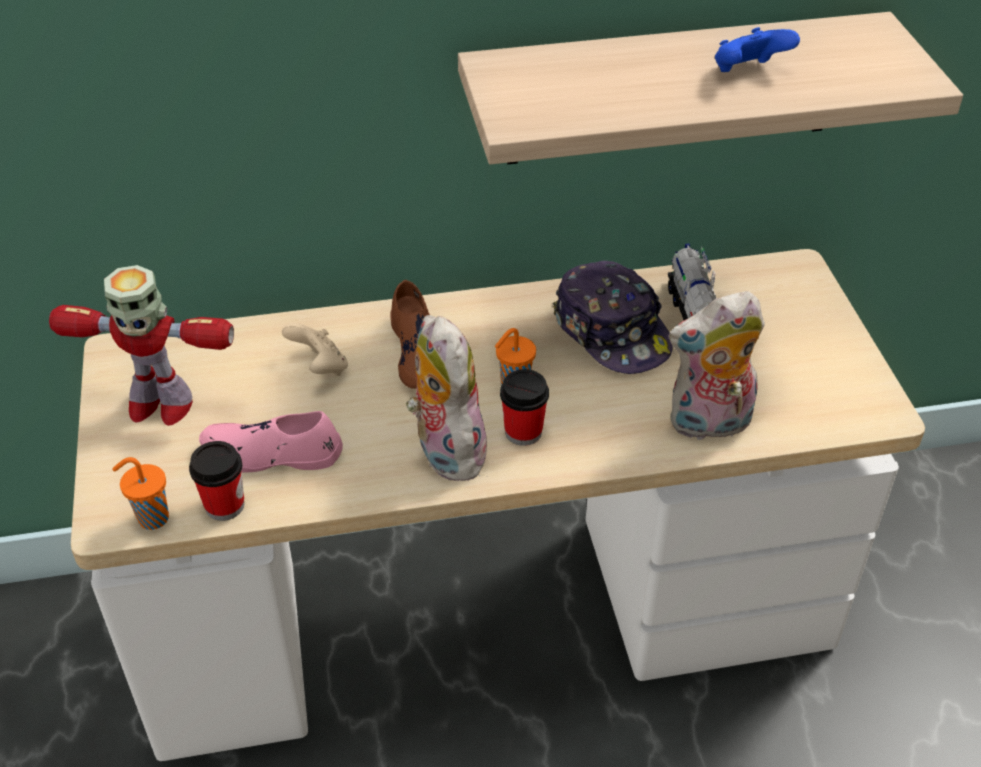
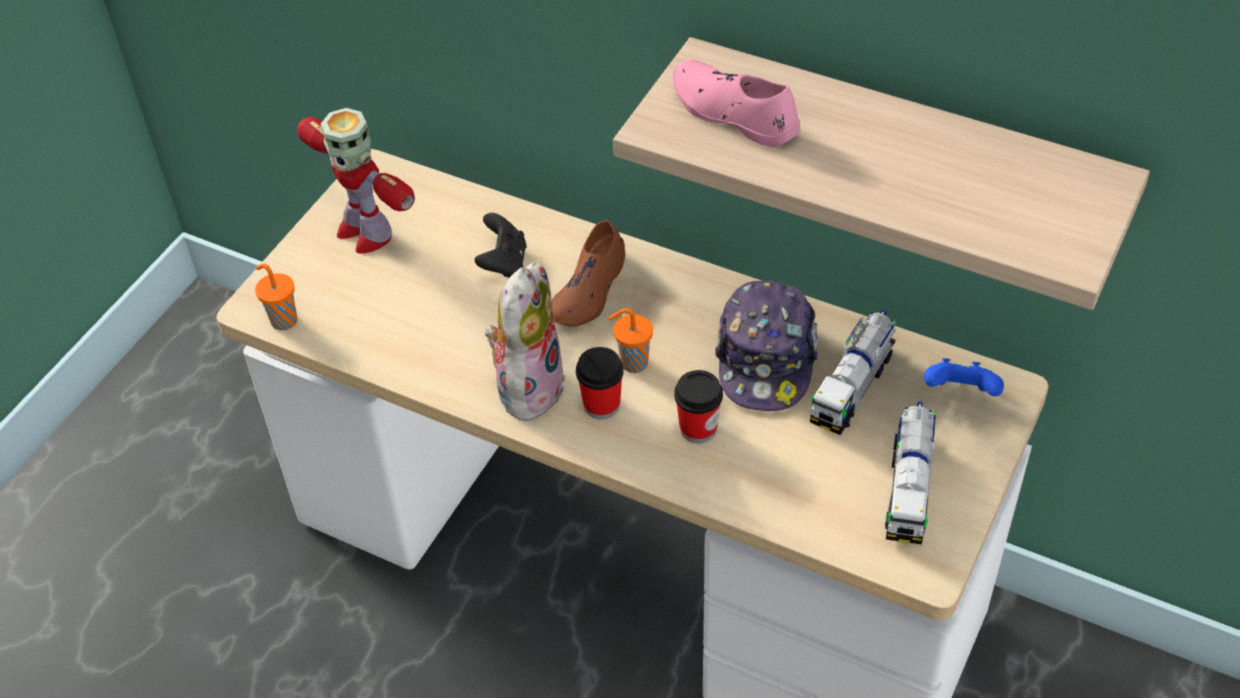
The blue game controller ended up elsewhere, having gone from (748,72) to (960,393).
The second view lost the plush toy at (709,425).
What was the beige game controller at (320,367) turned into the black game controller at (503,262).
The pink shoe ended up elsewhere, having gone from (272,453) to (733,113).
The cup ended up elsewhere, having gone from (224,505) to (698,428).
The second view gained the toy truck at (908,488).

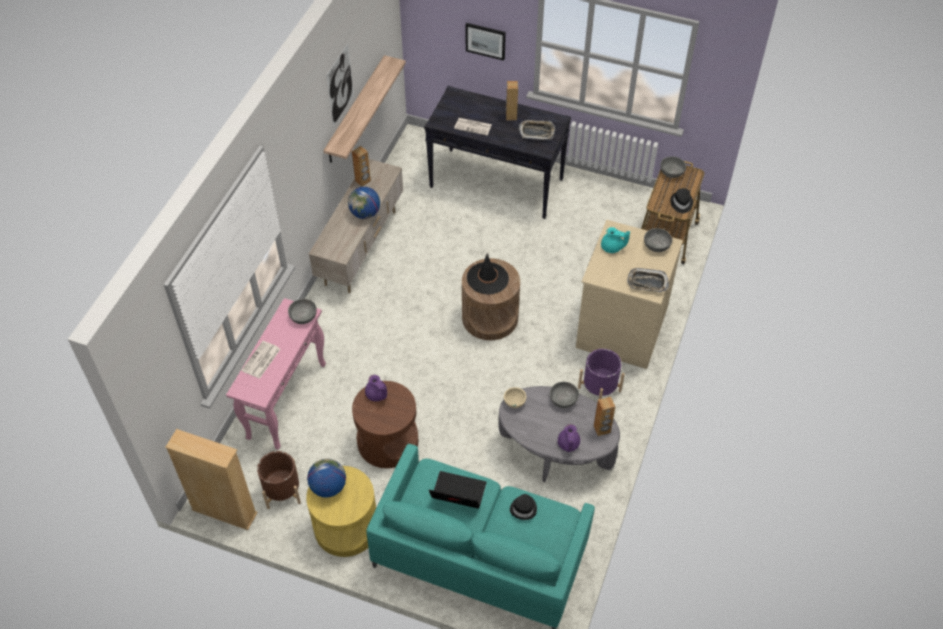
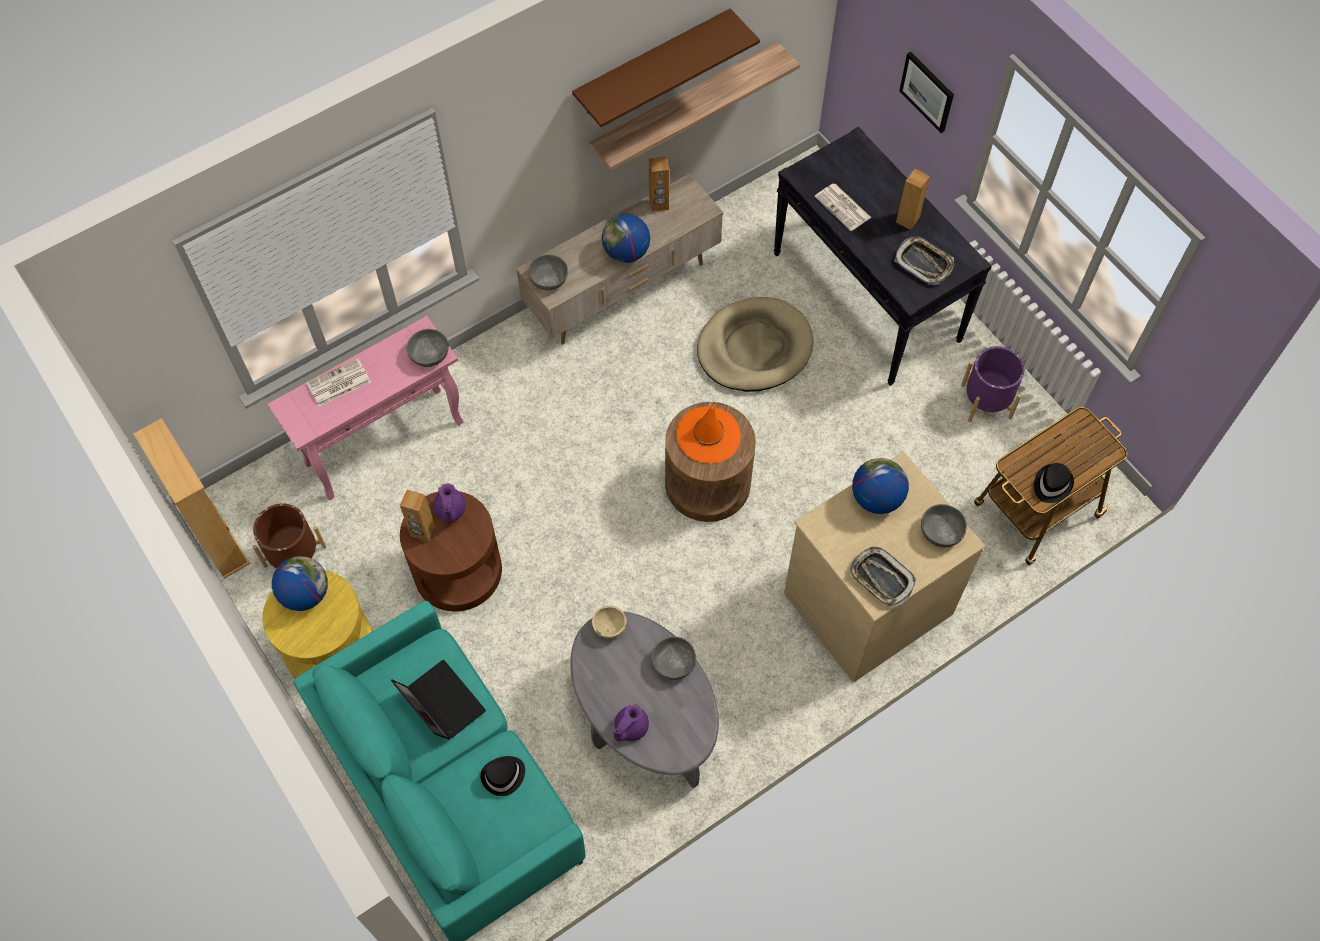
Where the picture hung at (340,85), the brown shelf came to hang at (652,63).
The grey bowl ended up elsewhere, having gone from (671,172) to (549,279).
Where the turquoise teapot stood at (612,247), the globe came to stand at (876,498).
What was the black hat at (487,278) turned into the orange hat at (708,435).
The purple planter ended up elsewhere, having gone from (599,389) to (986,401).
The brown speaker ended up elsewhere, having gone from (602,429) to (422,531).
The second view gained the beige dog bed at (754,348).

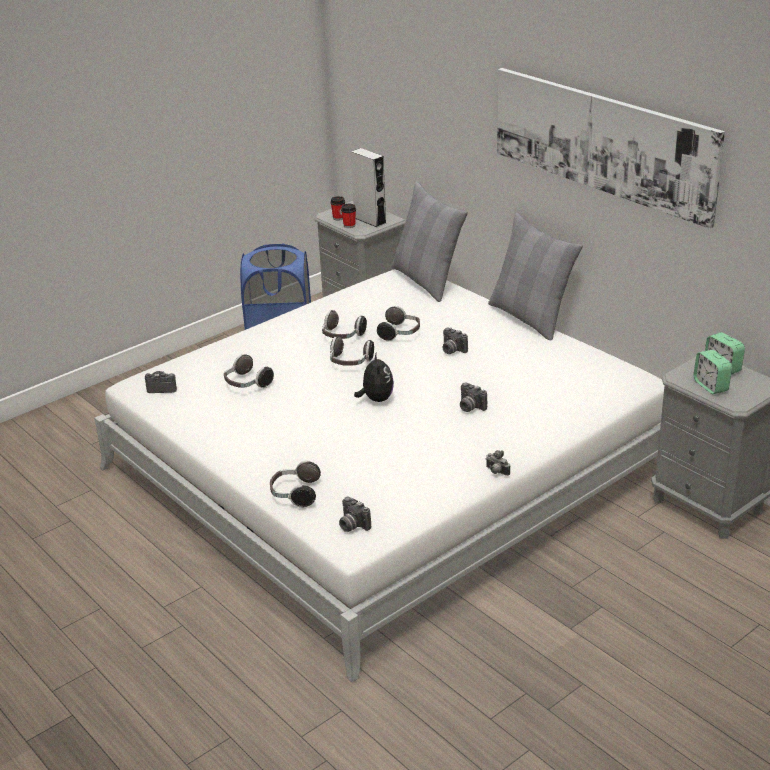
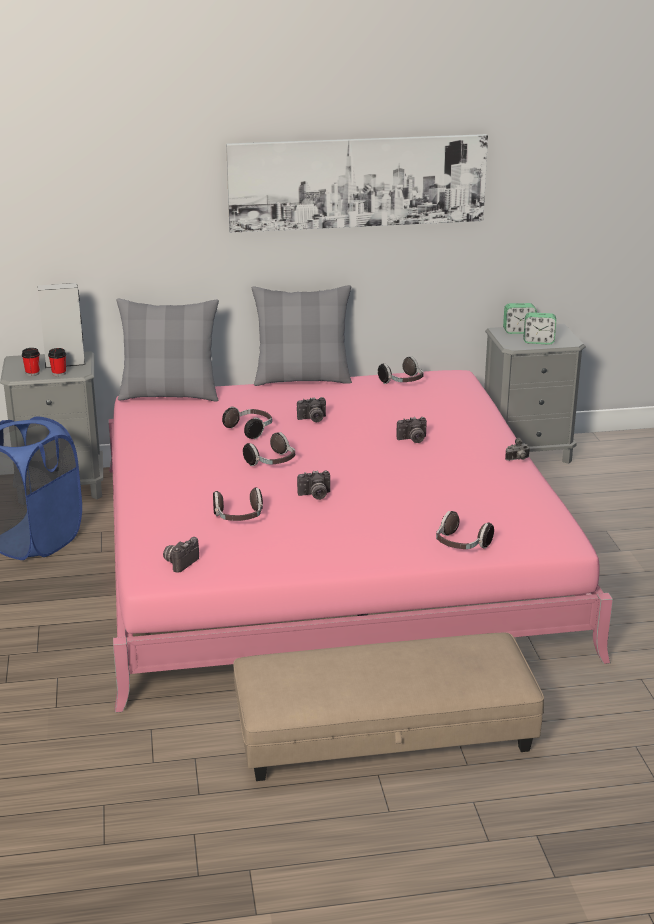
What was the white bed at (387,468) turned into the pink bed at (326,554).
The headphones ended up elsewhere, having gone from (342,336) to (403,382).
The second view lost the plush toy at (376,399).
The photo camera ended up elsewhere, having gone from (352,525) to (315,496).
The second view gained the beige ottoman at (384,733).

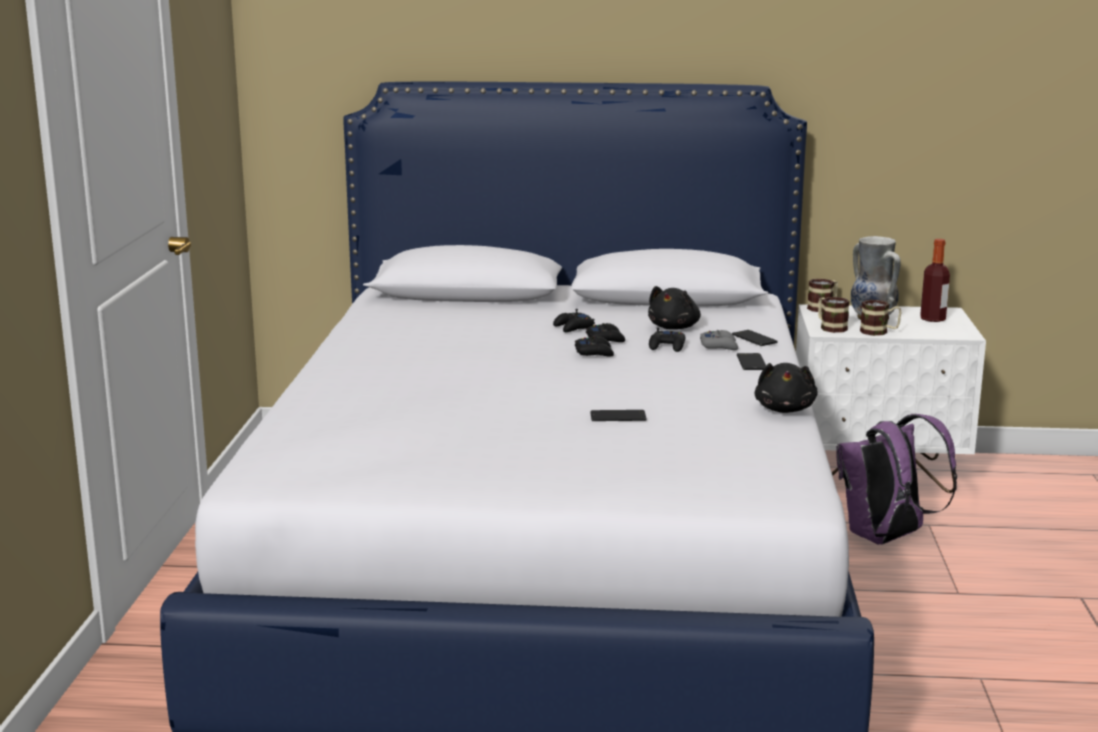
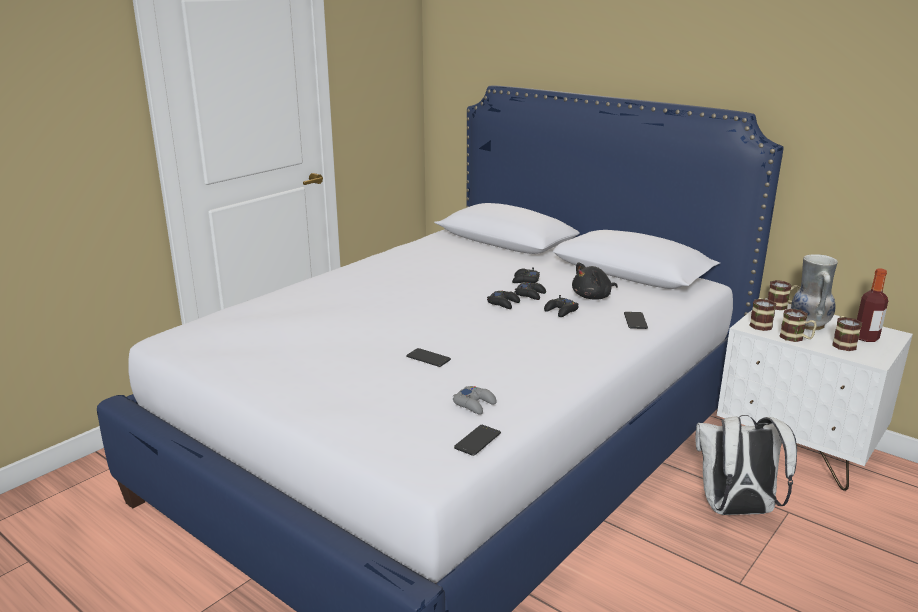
The grey game controller ended up elsewhere, having gone from (719,346) to (474,404).
The phone ended up elsewhere, having gone from (751,362) to (477,440).
The second view lost the black plush toy at (785,409).
What was the purple backpack at (885,538) turned into the white backpack at (735,510).
The second view gained the mug at (842,343).

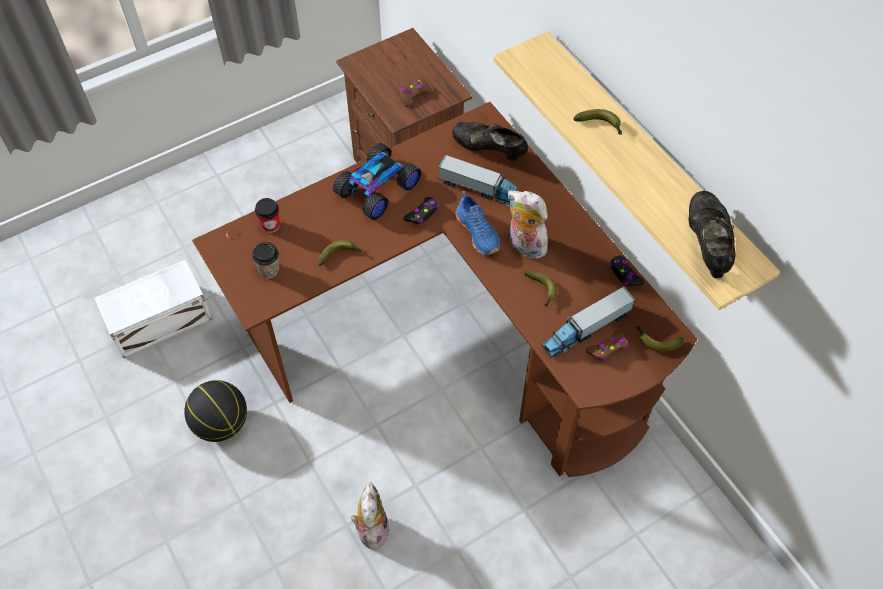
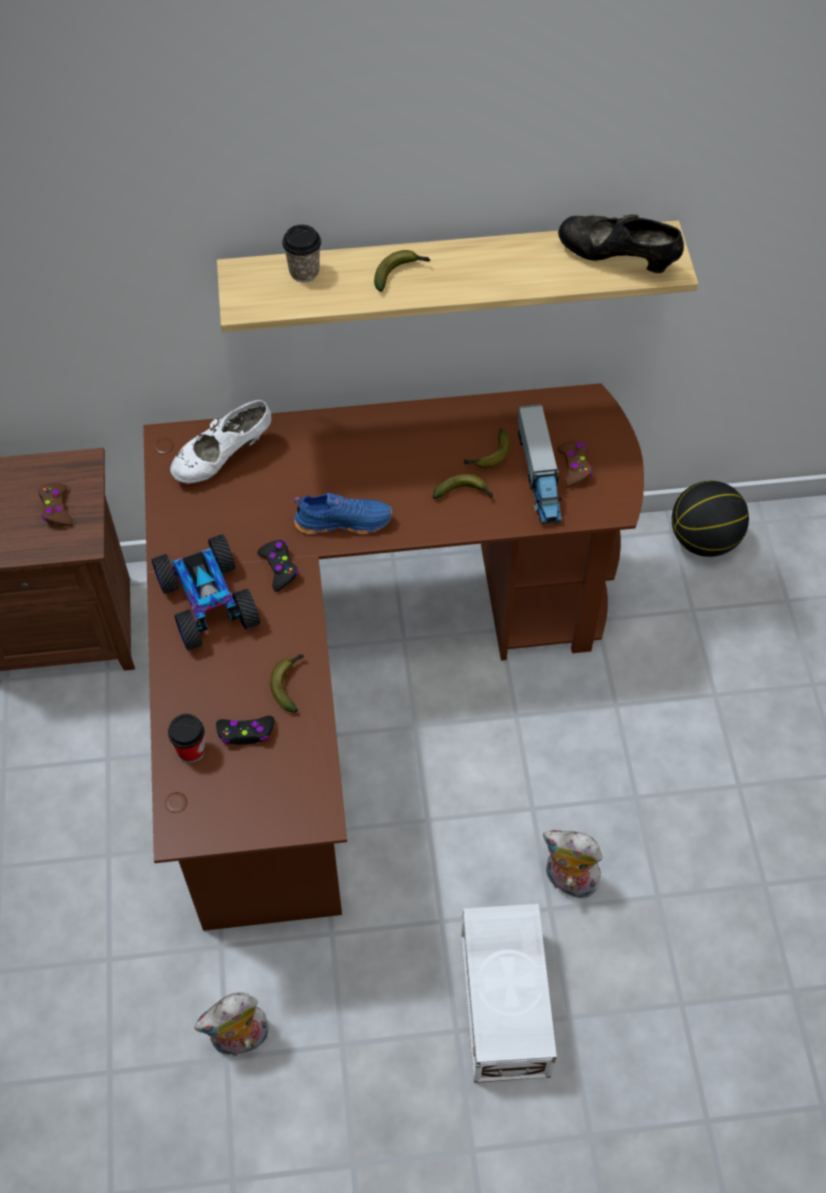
What was the black shoe at (488,150) turned into the white shoe at (223,458).
The second view lost the toy truck at (483,190).
The plush toy ended up elsewhere, having gone from (524,246) to (240,1040).
The cup ended up elsewhere, having gone from (269,270) to (304,272).
The black game controller ended up elsewhere, having gone from (624,274) to (246,733).
The white storage box ended up elsewhere, having gone from (162,321) to (506,1001).
The banana ended up elsewhere, having gone from (656,341) to (488,456).
The basketball ended up elsewhere, having gone from (221,423) to (703,540).

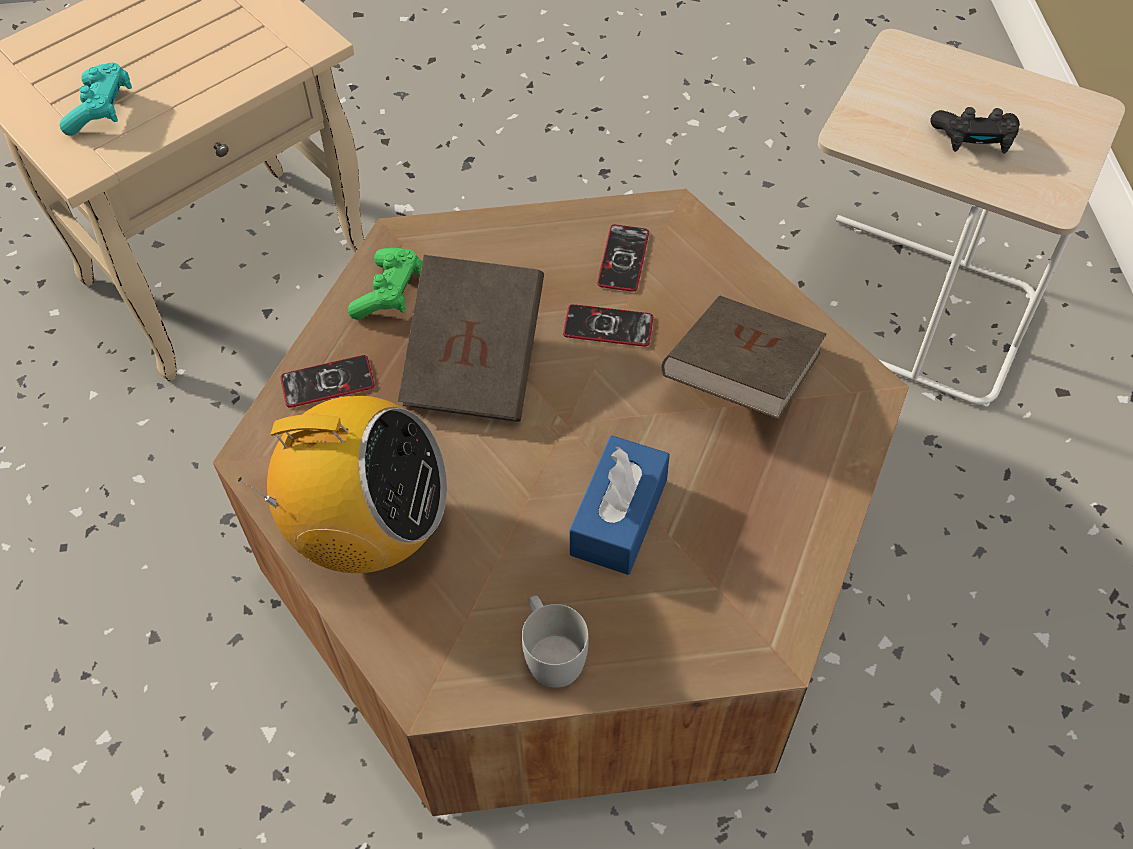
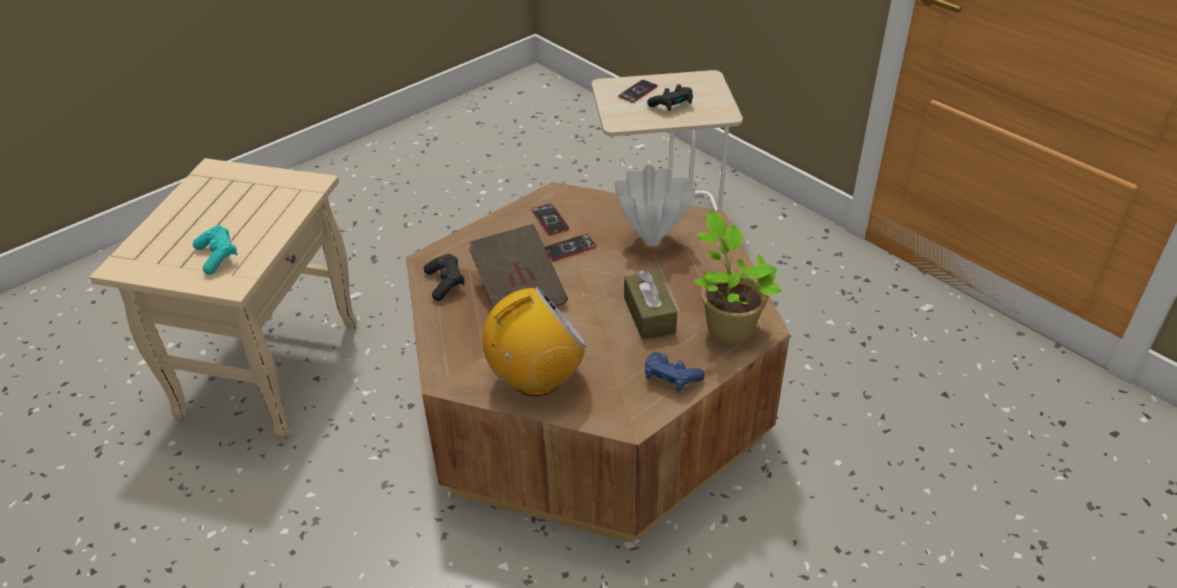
What was the green game controller at (389,293) turned into the black game controller at (445,283).
Where the brown book stood at (741,378), the white vase came to stand at (650,240).
The phone ended up elsewhere, having gone from (327,382) to (638,92).
What was the blue tissue box at (619,517) turned into the brown tissue box at (649,315).
Where the white mug stood at (551,652), the blue game controller came to stand at (670,379).
The second view gained the potted plant at (728,325).

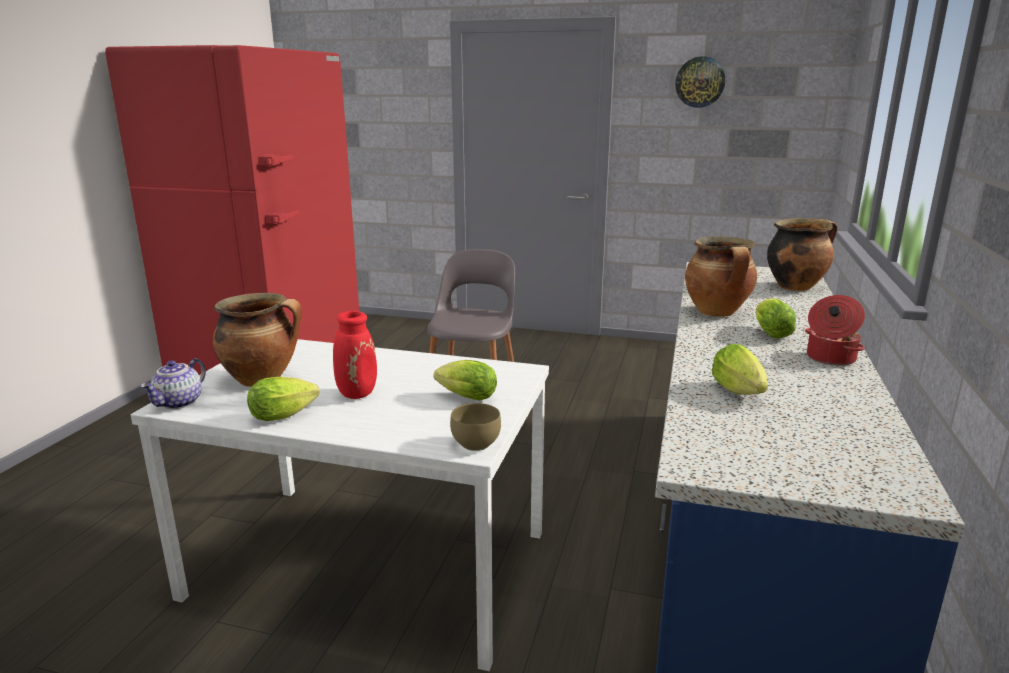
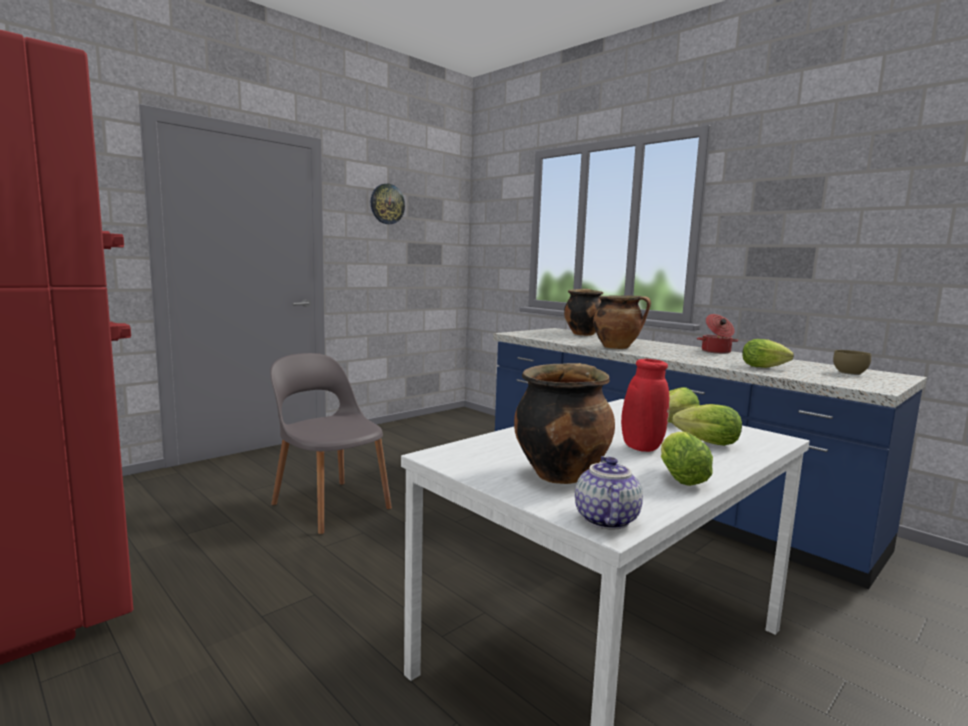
The lettuce ended up elsewhere, having gone from (769,333) to (703,442).
The teapot at (179,403) ended up facing another way, 135 degrees counterclockwise from before.
The brown bowl ended up elsewhere, having gone from (477,445) to (850,373).

